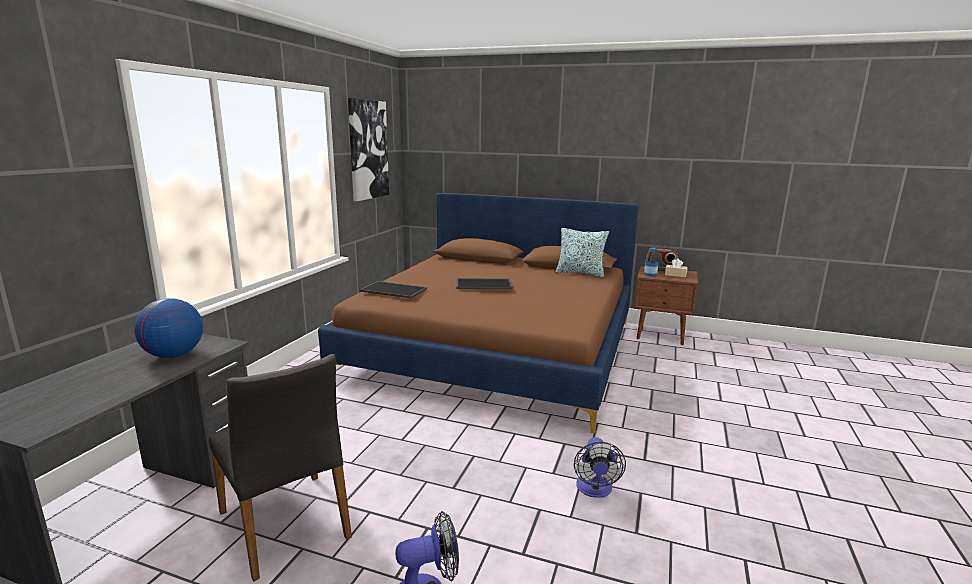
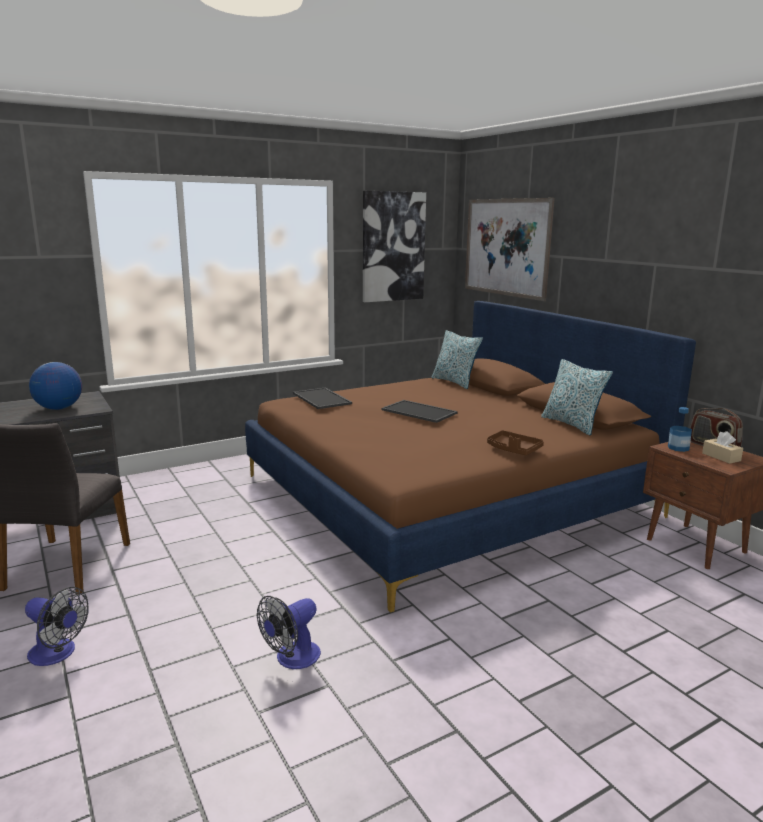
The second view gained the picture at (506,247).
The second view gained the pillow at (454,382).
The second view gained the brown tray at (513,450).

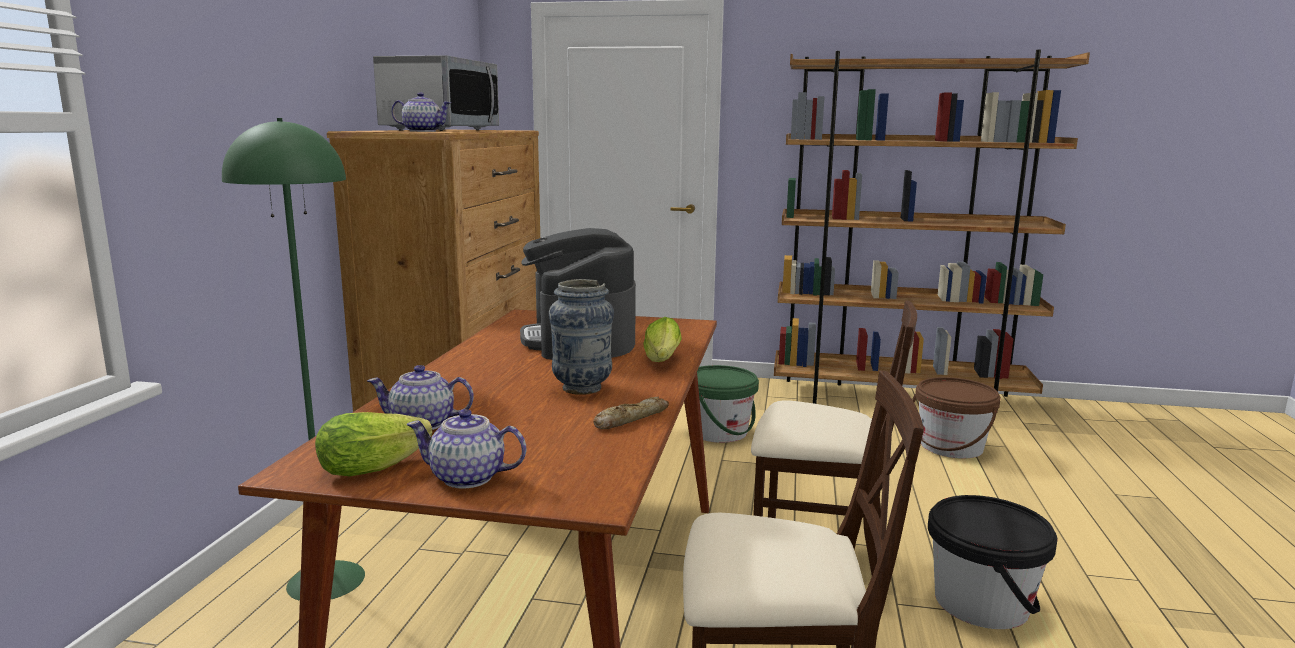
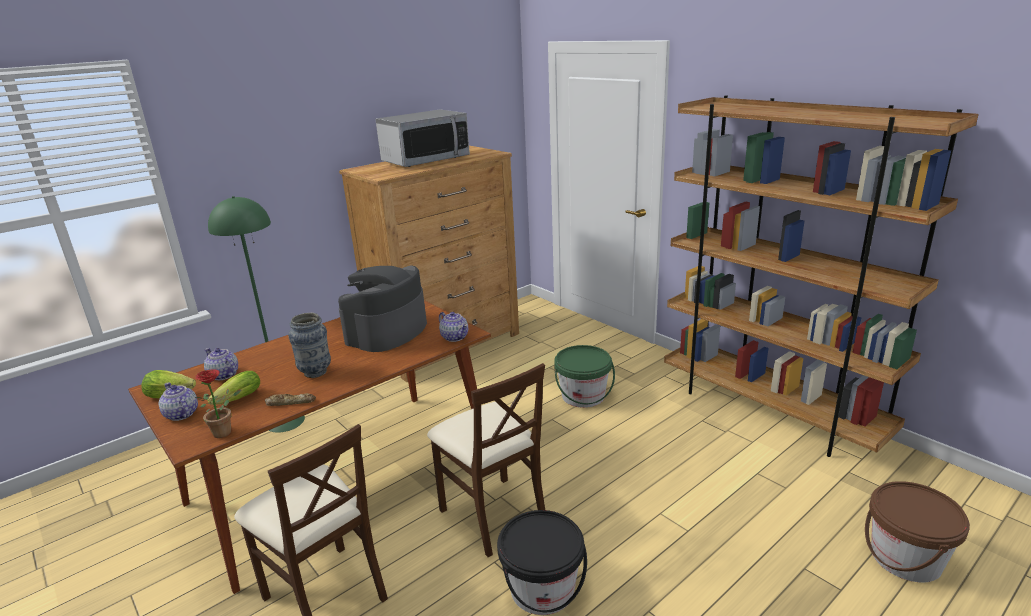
The teapot ended up elsewhere, having gone from (422,131) to (454,337).
The lettuce ended up elsewhere, having gone from (661,361) to (236,400).
The brown bucket ended up elsewhere, having gone from (951,446) to (905,558).
The second view gained the potted plant at (226,432).

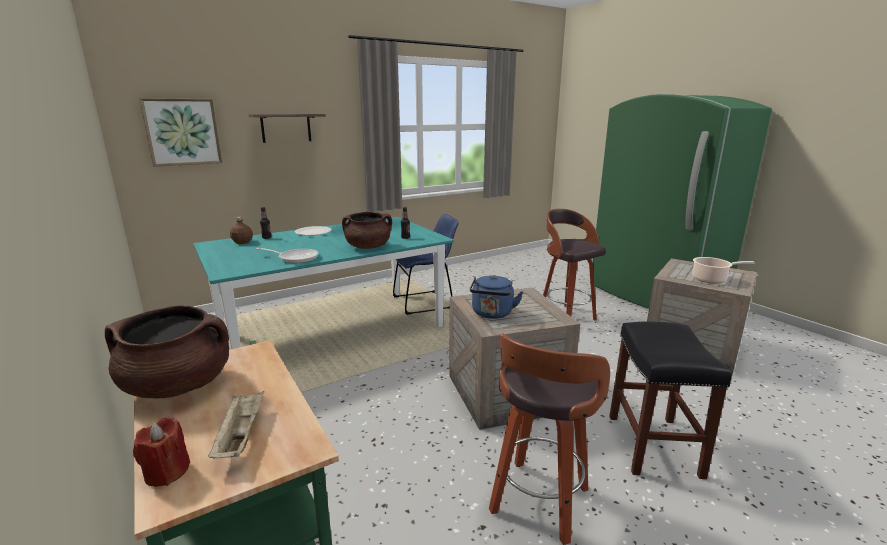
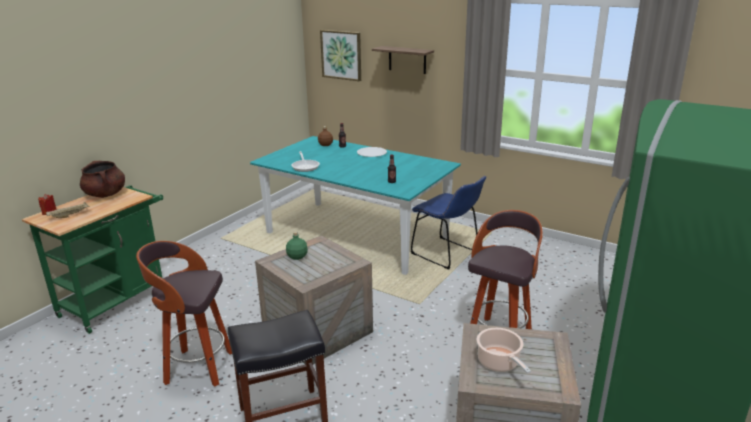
The second view lost the brown cooking pot at (368,247).
Where the blue kettle stood at (492,314), the green bottle came to stand at (297,256).

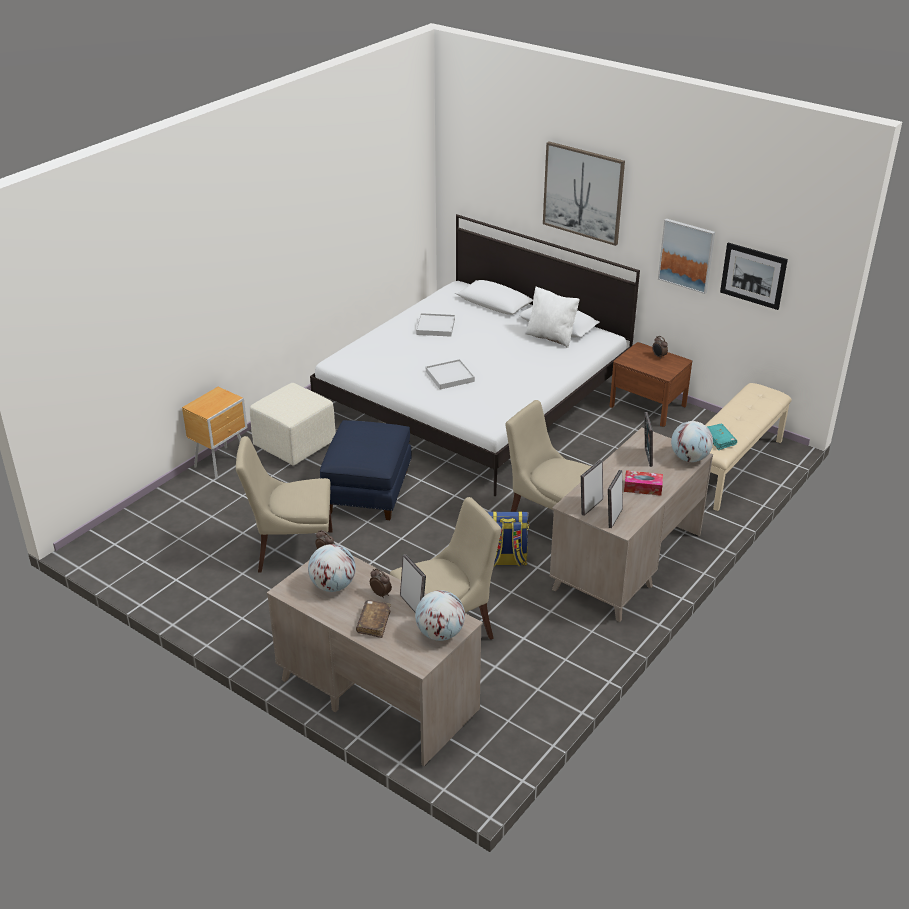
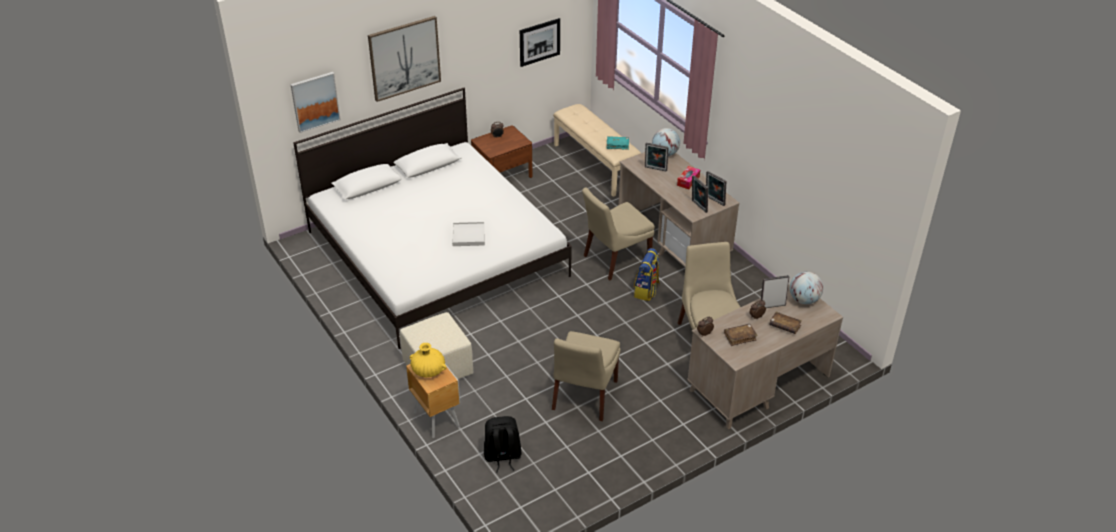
The picture ended up elsewhere, having gone from (686,255) to (315,101).
The second view lost the white pillow at (551,337).
The second view lost the white tray at (435,327).
The second view lost the blue ottoman at (369,492).
Where the globe stood at (333,586), the brown book came to stand at (740,337).
The second view gained the yellow vase at (428,371).
The second view gained the black backpack at (502,456).

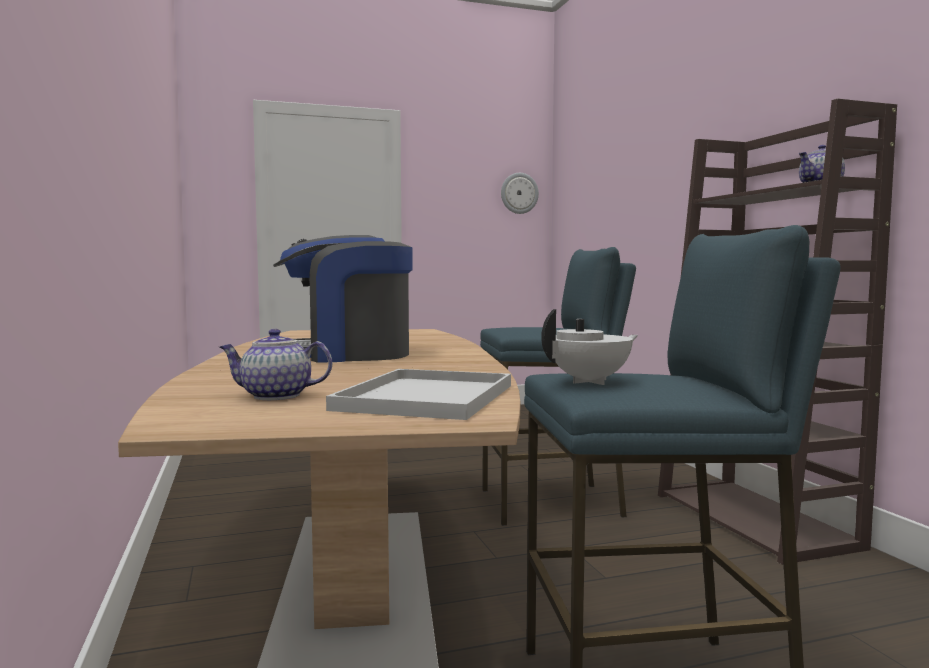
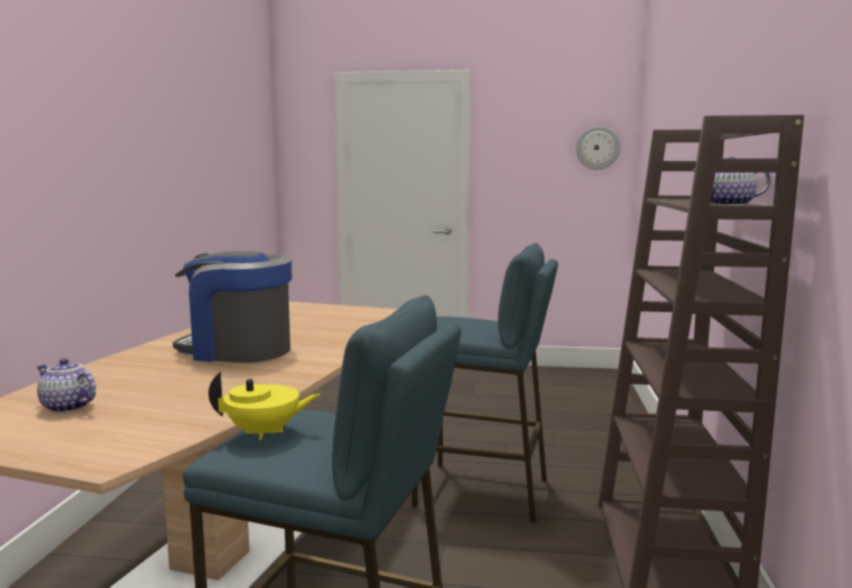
What was the white teapot at (590,381) turned into the yellow teapot at (264,432).
The second view lost the white tray at (426,396).

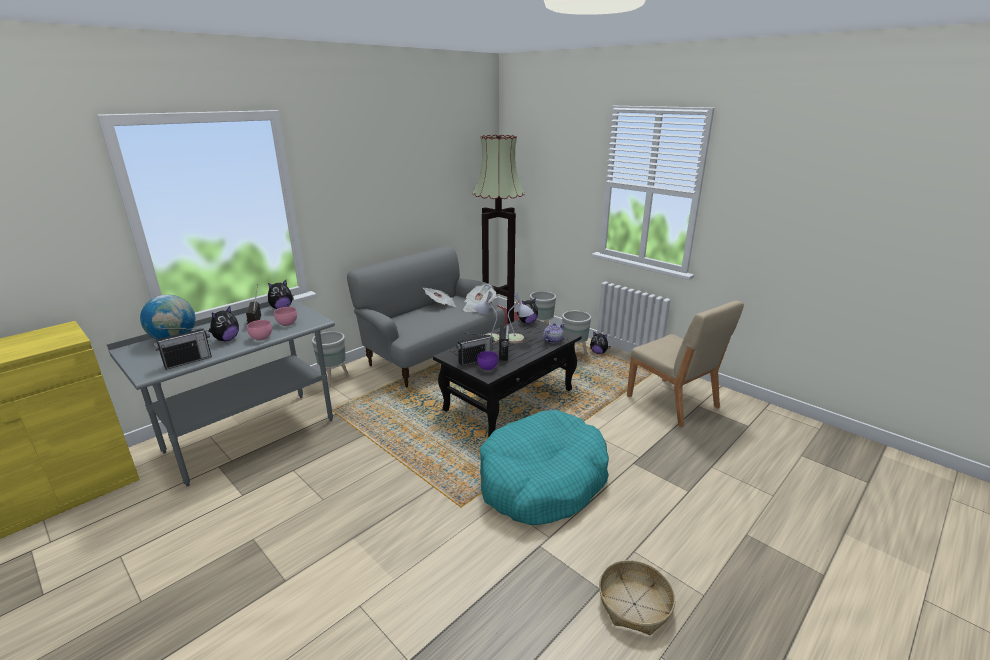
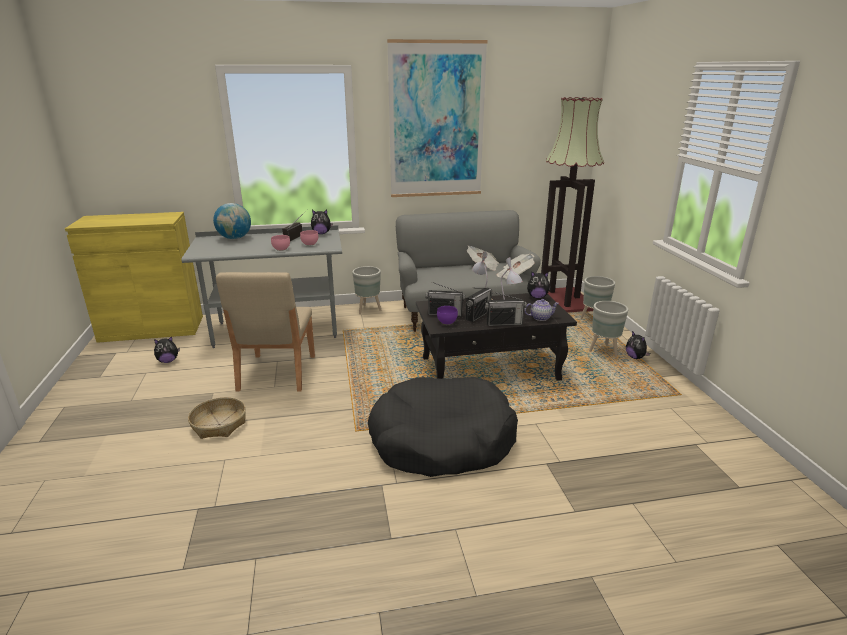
The beige chair ended up elsewhere, having gone from (673,402) to (276,373).
The plush toy ended up elsewhere, having gone from (226,339) to (168,361).
The radio ended up elsewhere, having gone from (188,361) to (504,323).
What was the turquoise dog bed at (542,480) turned into the black dog bed at (441,440).
The basket ended up elsewhere, having gone from (634,604) to (219,424).
The second view gained the picture at (436,121).

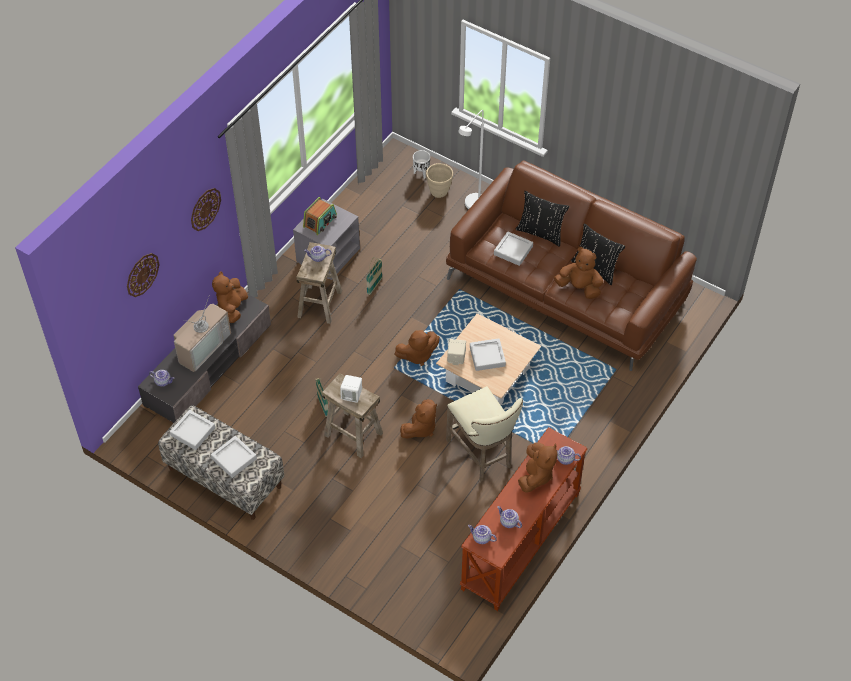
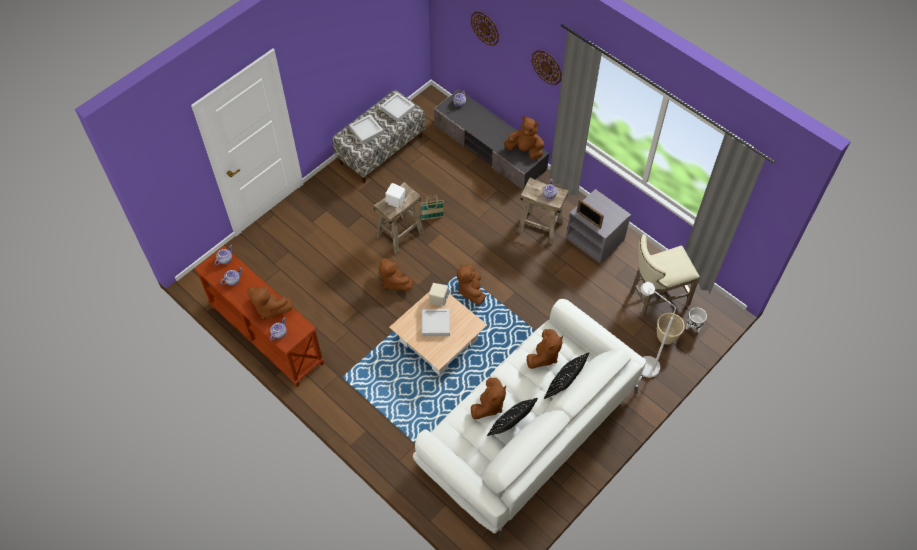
What was the brown sofa at (567,288) turned into the white sofa at (527,428).
The second view lost the radio at (320,221).
Where the grey tray stood at (513,250), the brown plush toy came to stand at (544,356).
The second view lost the basket at (374,286).
The second view lost the television at (202,346).
The beige stool ended up elsewhere, having gone from (482,455) to (655,298).
The second view gained the picture frame at (588,220).

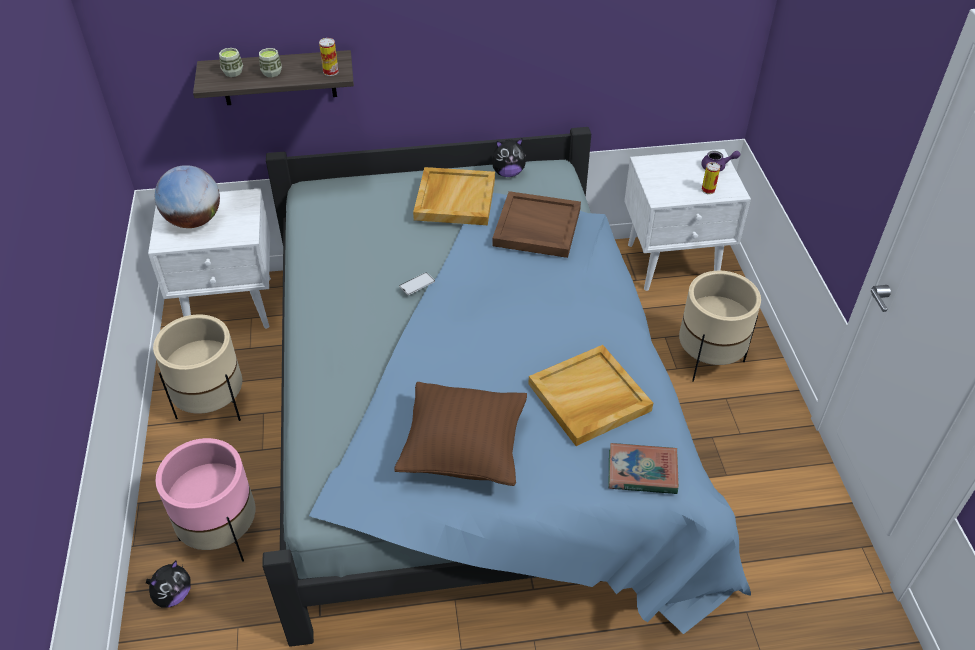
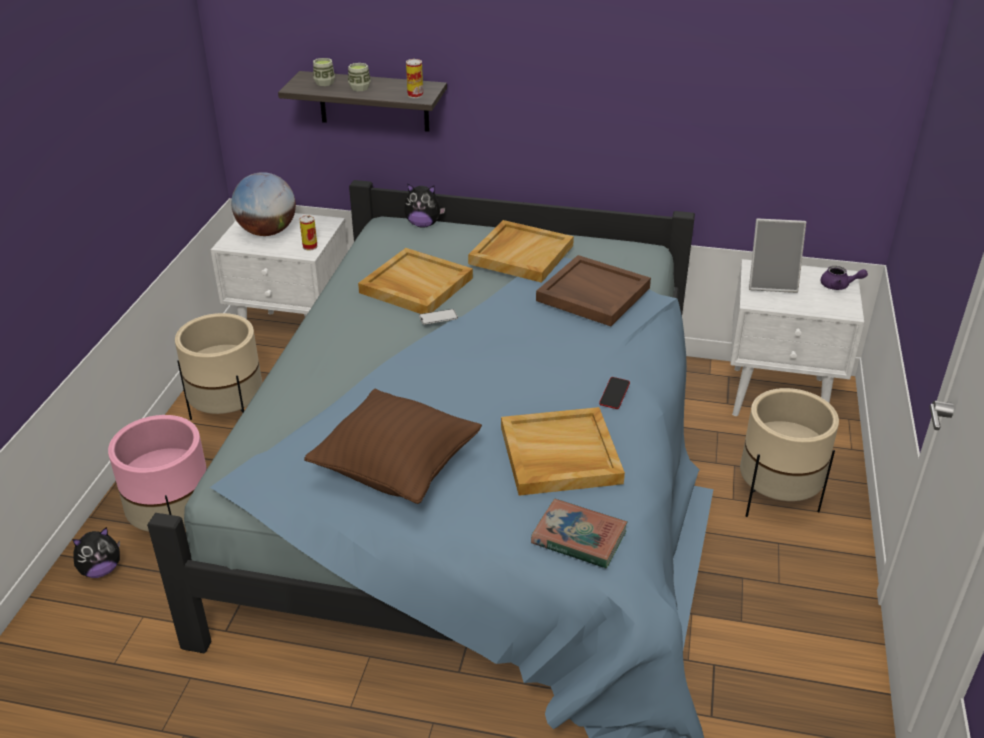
The plush toy ended up elsewhere, having gone from (508,173) to (423,224).
The can ended up elsewhere, having gone from (708,190) to (310,246).
The second view gained the picture frame at (772,283).
The second view gained the beige tray at (415,285).
The second view gained the phone at (614,395).

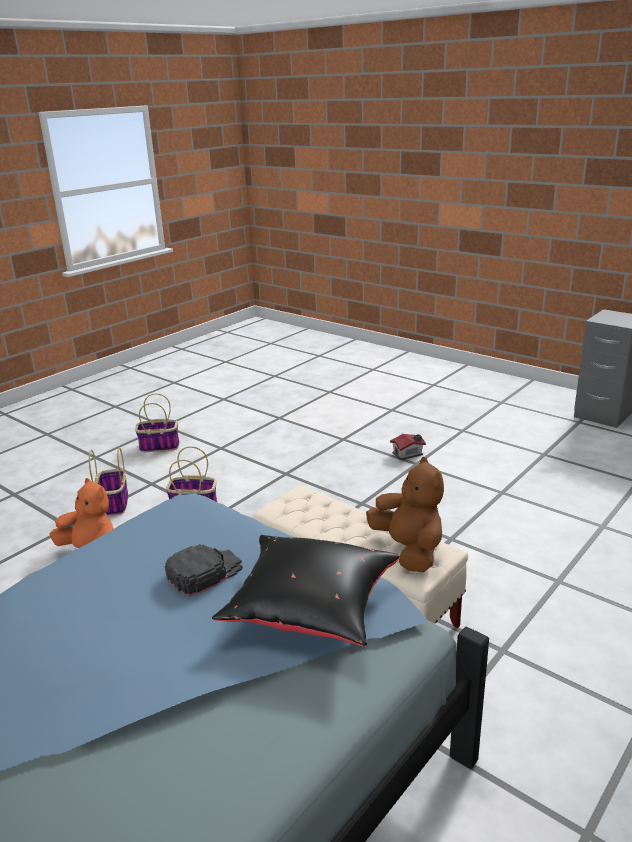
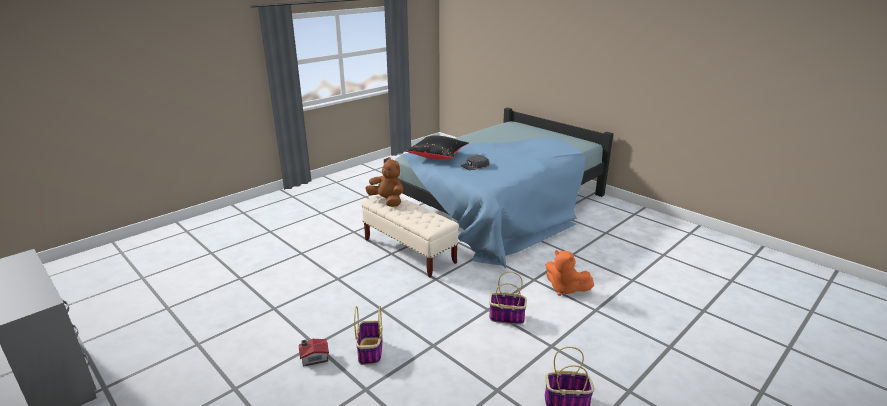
The basket ended up elsewhere, having gone from (113,503) to (370,351).
The brown plush toy at (409,550) ended up facing another way, 150 degrees clockwise from before.

